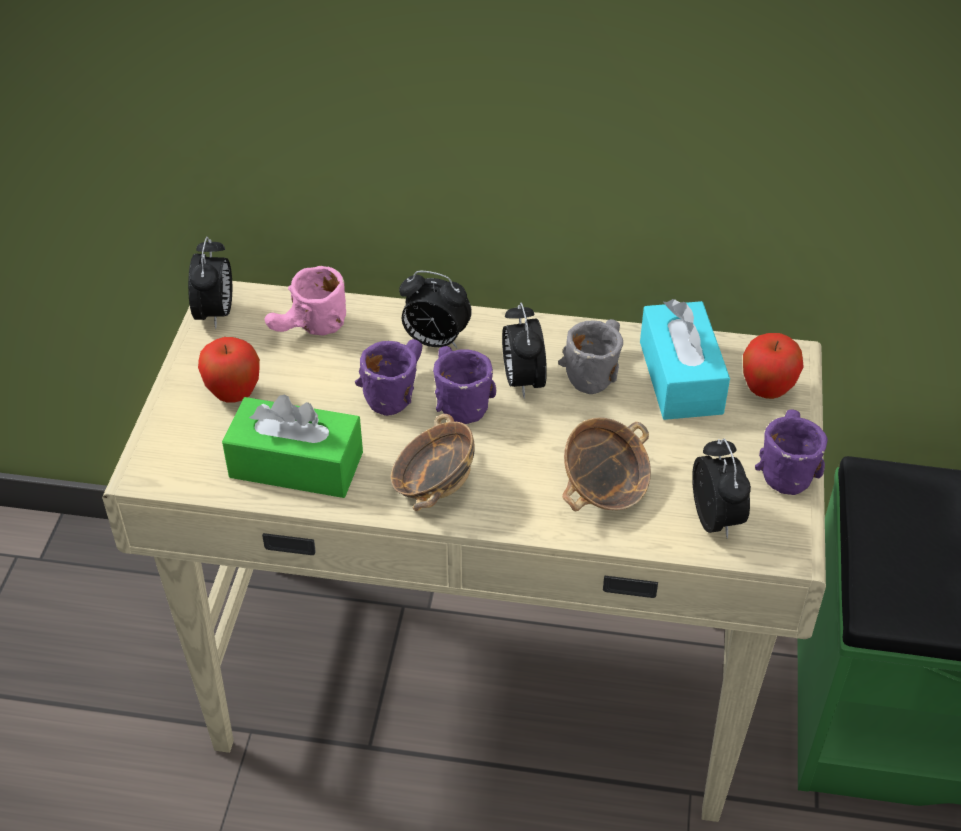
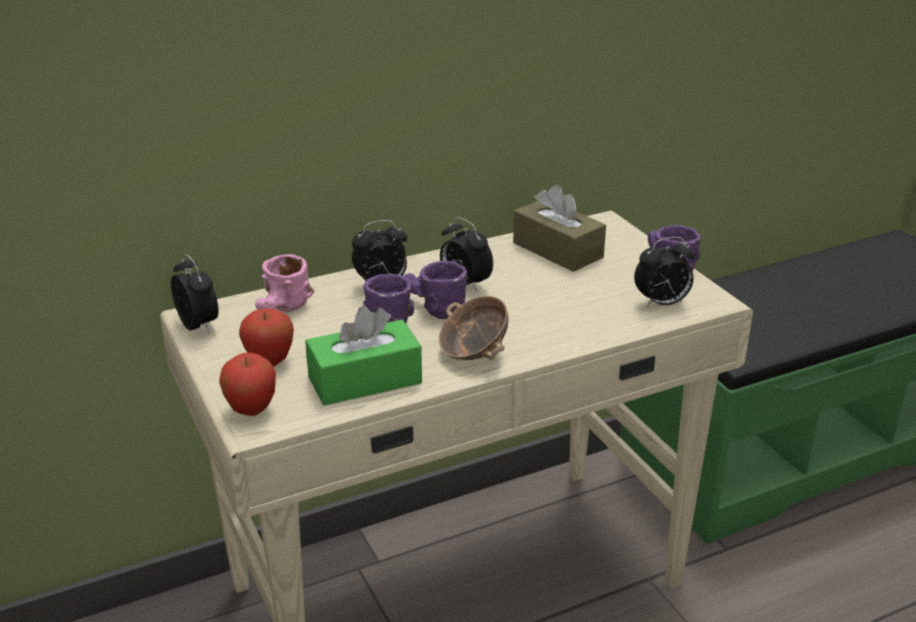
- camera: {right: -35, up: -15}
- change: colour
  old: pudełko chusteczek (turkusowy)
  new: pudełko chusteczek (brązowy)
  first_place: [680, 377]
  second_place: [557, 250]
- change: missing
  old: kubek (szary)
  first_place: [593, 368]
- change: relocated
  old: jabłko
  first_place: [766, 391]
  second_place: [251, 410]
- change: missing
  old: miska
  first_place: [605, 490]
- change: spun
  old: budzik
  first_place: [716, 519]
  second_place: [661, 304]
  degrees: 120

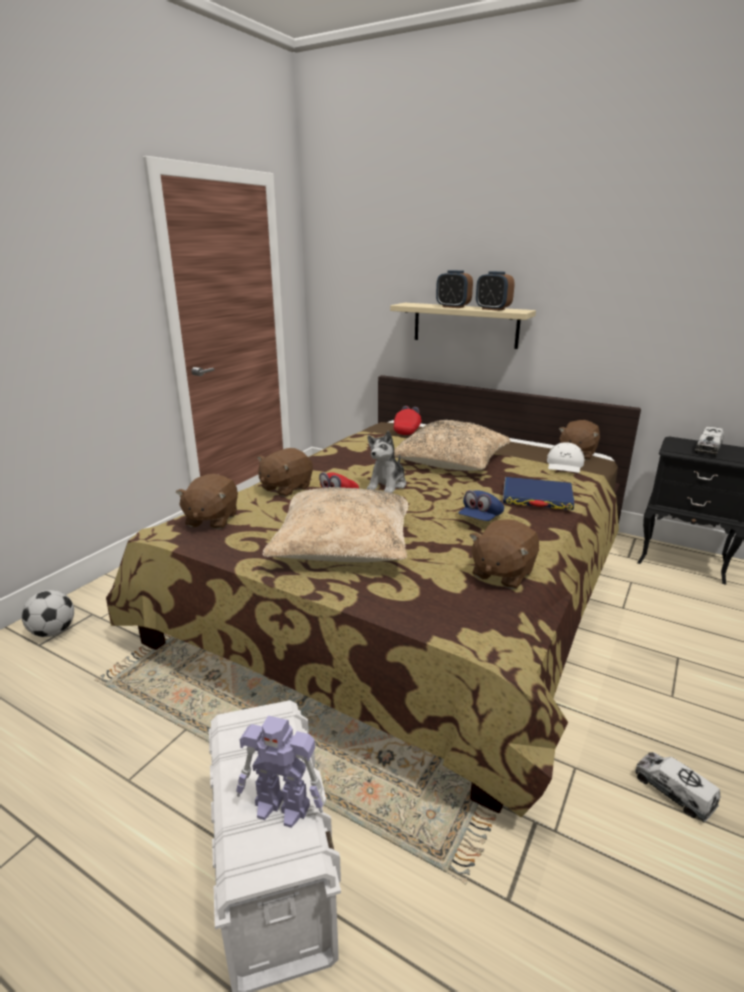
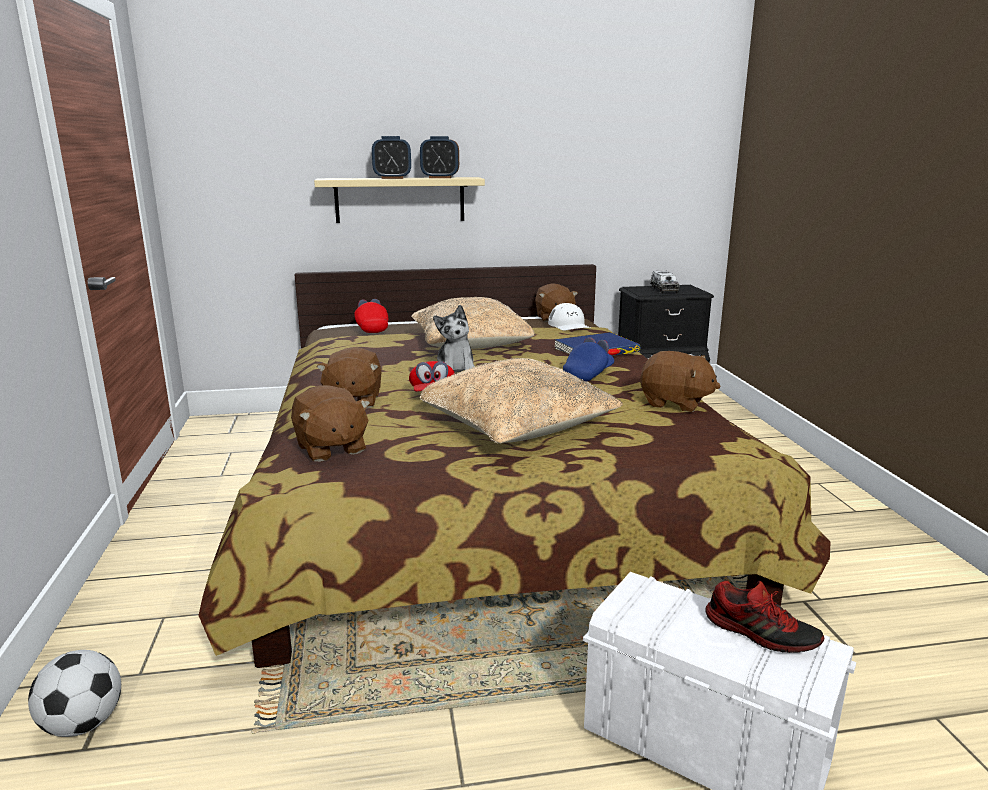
- camera: {right: -40, up: -5}
- change: spun
  old: czapka z daszkiem (niebieski)
  first_place: [480, 519]
  second_place: [588, 375]
  degrees: -135
- change: spun
  old: pluszak (brązowy)
  first_place: [502, 573]
  second_place: [675, 403]
  degrees: -60
- change: exchanged
  old: robot zabawkowy
  new: but
  first_place: [283, 807]
  second_place: [760, 633]
- change: missing
  old: ciężarówka zabawkowa
  first_place: [673, 792]

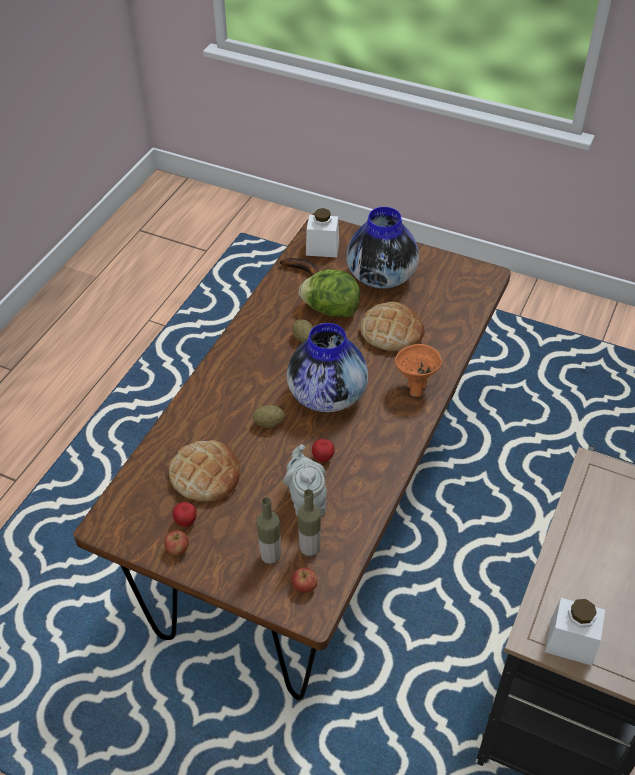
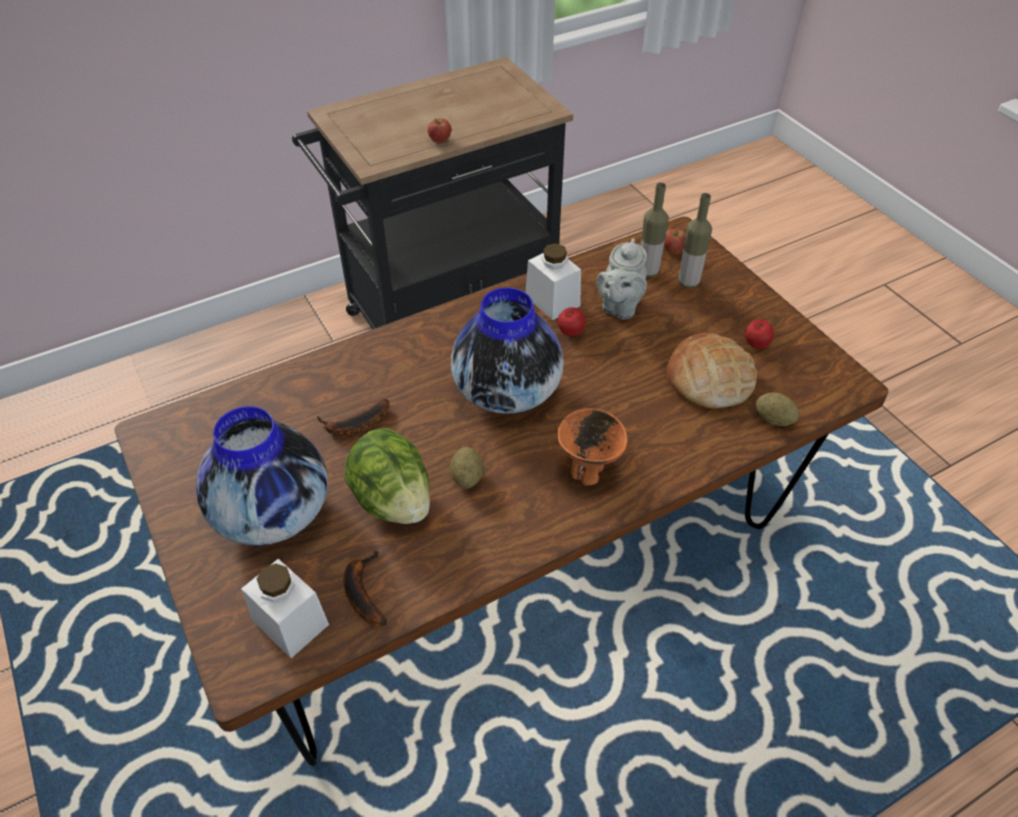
- camera: {right: -145, up: 0}
- change: exchanged
  old: chleb
  new: banan
  first_place: [391, 331]
  second_place: [354, 425]
- change: relocated
  old: miska (pomarańczowy)
  first_place: [416, 387]
  second_place: [588, 472]
- change: relocated
  old: ziemniak
  first_place: [269, 423]
  second_place: [773, 419]
- change: relocated
  old: jabłko
  first_place: [177, 549]
  second_place: [440, 140]
- change: relocated
  old: słoik (biały)
  first_place: [571, 642]
  second_place: [552, 301]

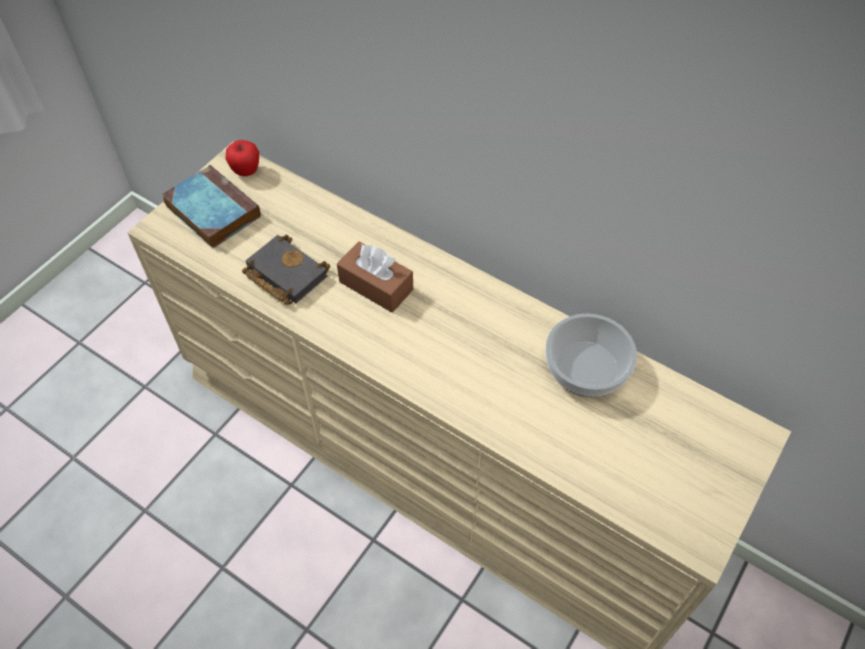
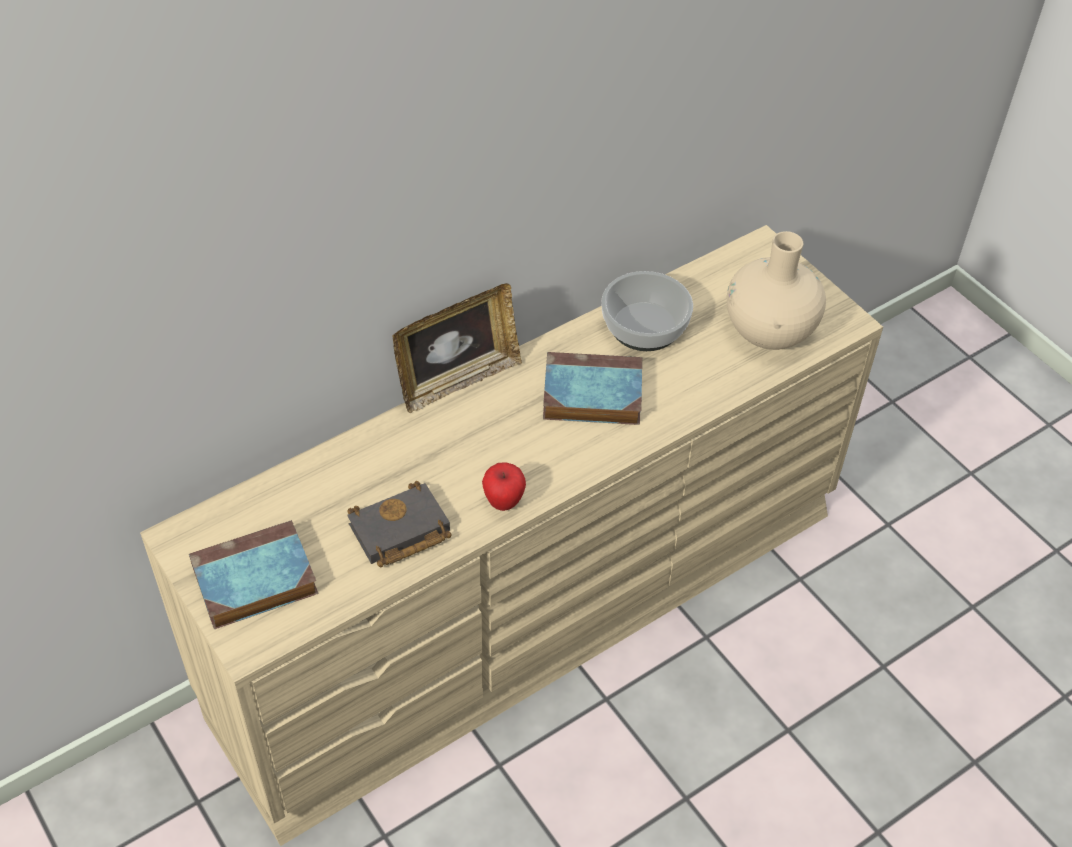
- camera: {right: -70, up: -5}
- change: relocated
  old: jabłko
  first_place: [246, 171]
  second_place: [504, 501]
- change: missing
  old: pudełko chusteczek (brązowy)
  first_place: [376, 285]
- change: appeared
  new: wazon (beżowy)
  second_place: [769, 330]
- change: appeared
  new: ramka na zdjęcie
  second_place: [457, 380]
- change: appeared
  new: książka
  second_place: [590, 395]

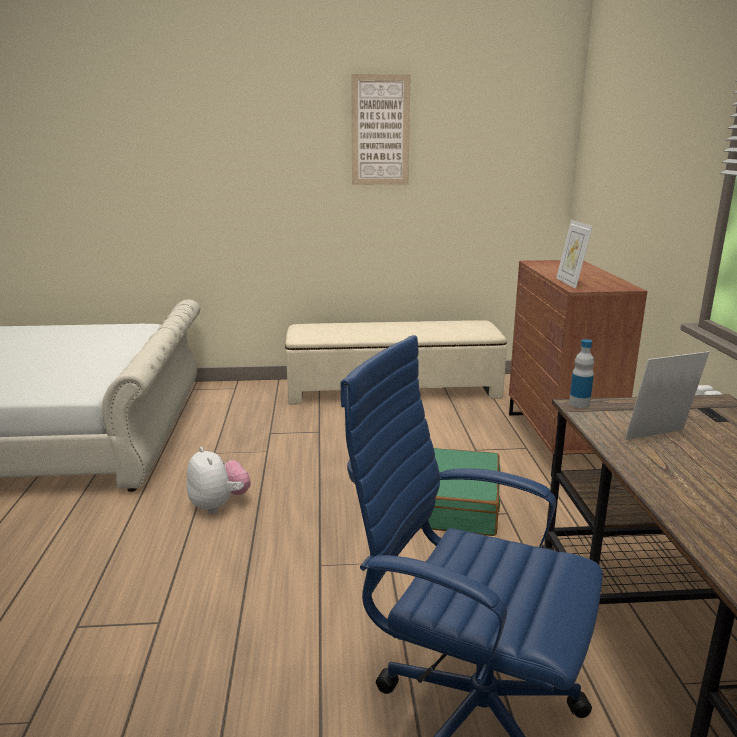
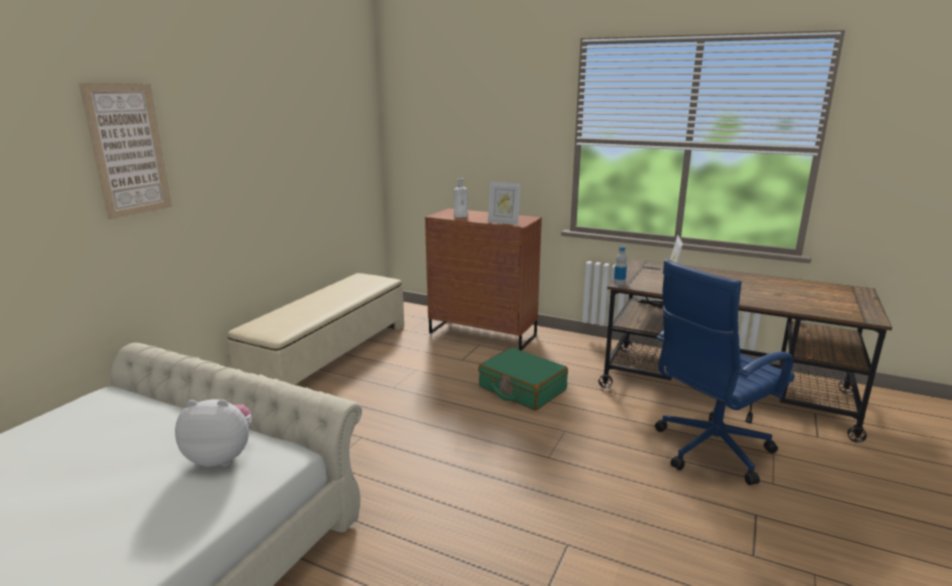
- camera: {right: -60, up: 0}
- change: relocated
  old: obraz
  first_place: [380, 130]
  second_place: [128, 150]
- change: relocated
  old: pluszak
  first_place: [219, 505]
  second_place: [221, 457]
- change: appeared
  new: butelka (biały)
  second_place: [462, 216]

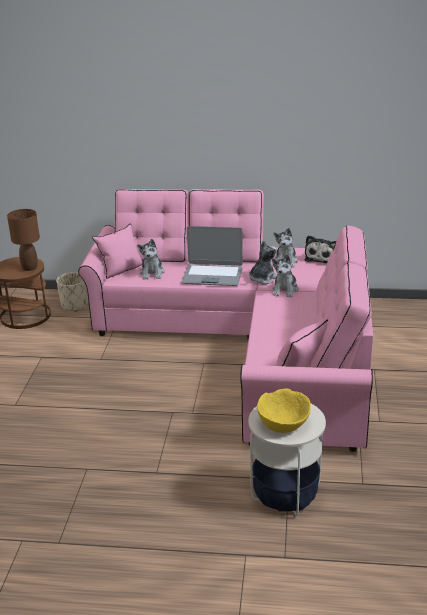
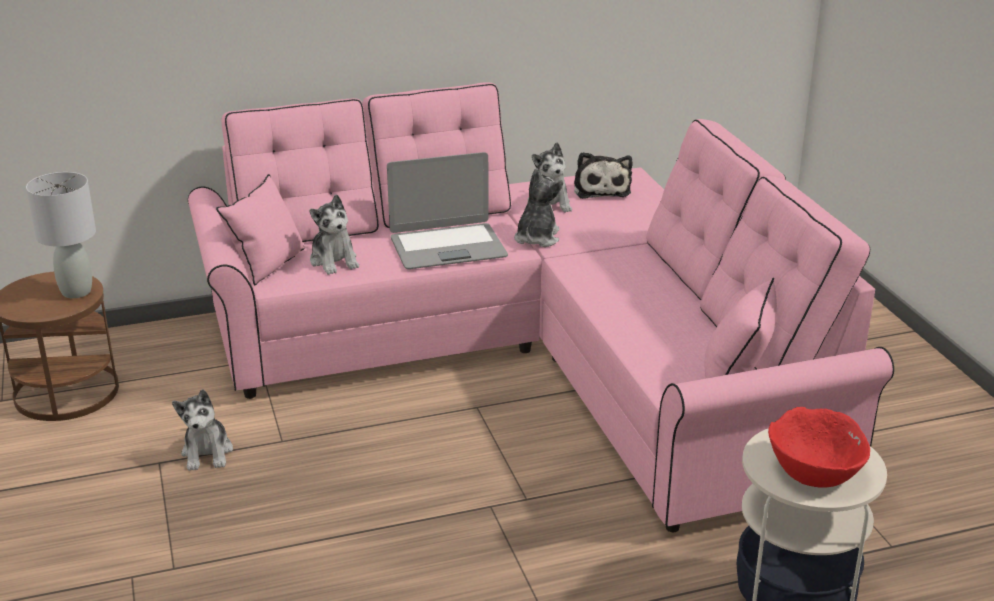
- camera: {right: -25, up: 0}
- change: colour
  old: lampa stołowa (brązowy)
  new: lampa stołowa (szary)
  first_place: [30, 267]
  second_place: [76, 291]
- change: relocated
  old: pluszak
  first_place: [285, 290]
  second_place: [207, 453]
- change: missing
  old: donica (beżowy)
  first_place: [74, 305]
- change: colour
  old: miska (żółty)
  new: miska (czerwony)
  first_place: [283, 423]
  second_place: [815, 470]

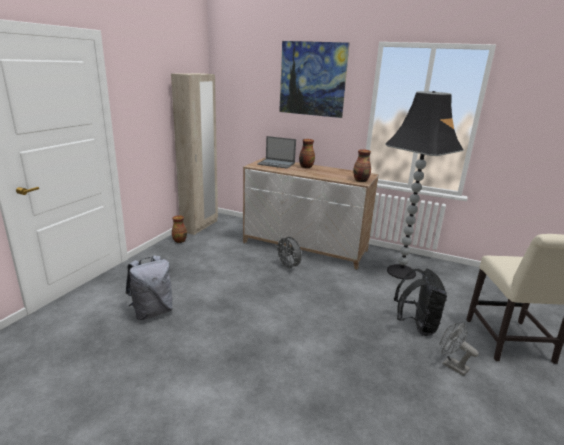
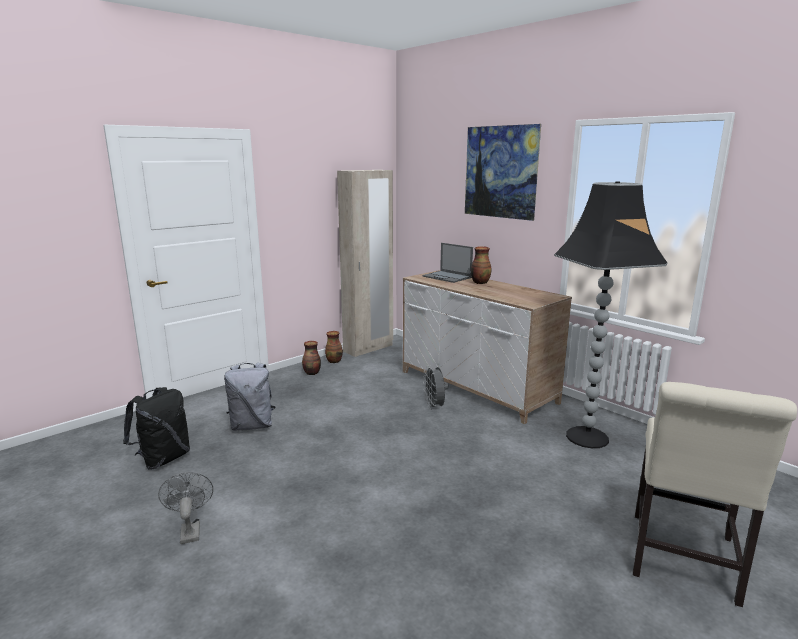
- camera: {right: 25, up: -5}
- change: relocated
  old: wazon
  first_place: [361, 180]
  second_place: [312, 373]
- change: relocated
  old: plecak (czarny)
  first_place: [416, 325]
  second_place: [163, 459]
- change: relocated
  old: wentylator (szary)
  first_place: [451, 365]
  second_place: [190, 530]

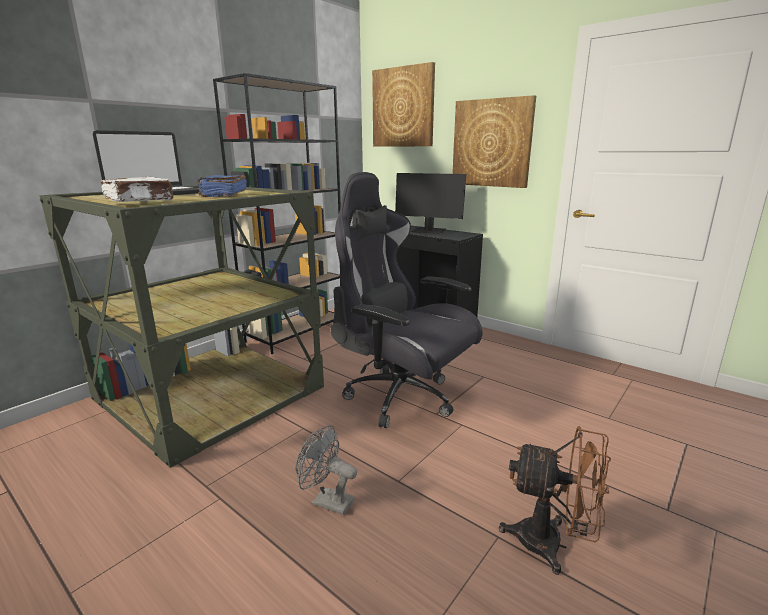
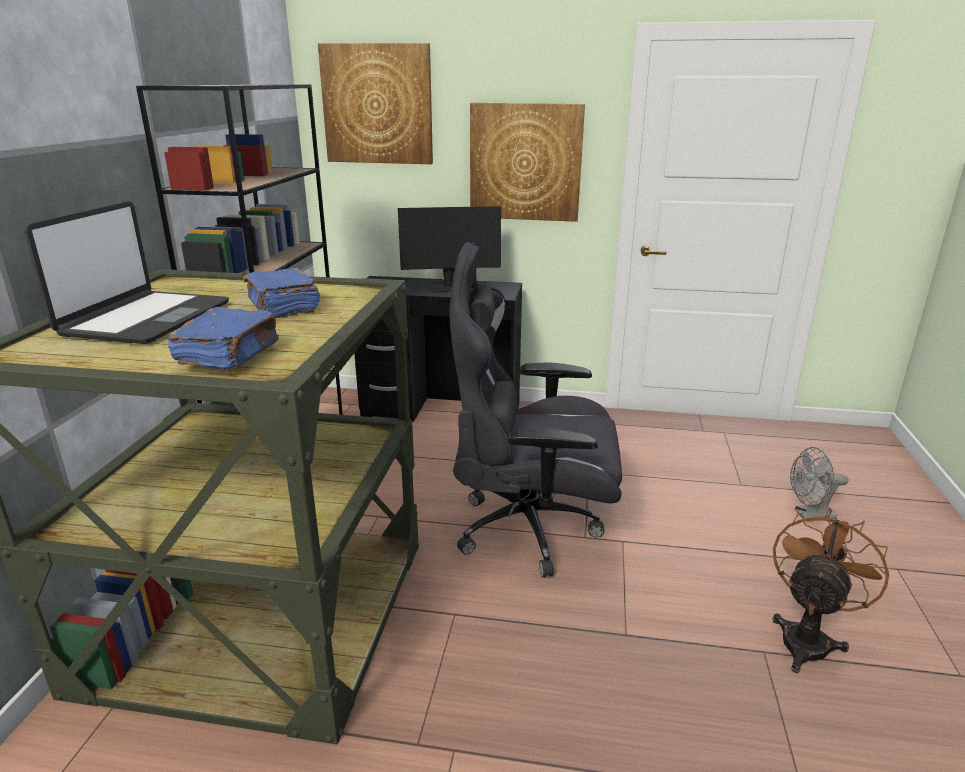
- camera: {right: -30, up: 5}
- change: colour
  old: książka (biały)
  new: książka (niebieski)
  first_place: [141, 201]
  second_place: [230, 355]
- change: relocated
  old: wentylator (szary)
  first_place: [326, 501]
  second_place: [809, 515]
- change: spun
  old: wentylator (brązowy)
  first_place: [551, 544]
  second_place: [808, 638]
  degrees: -45

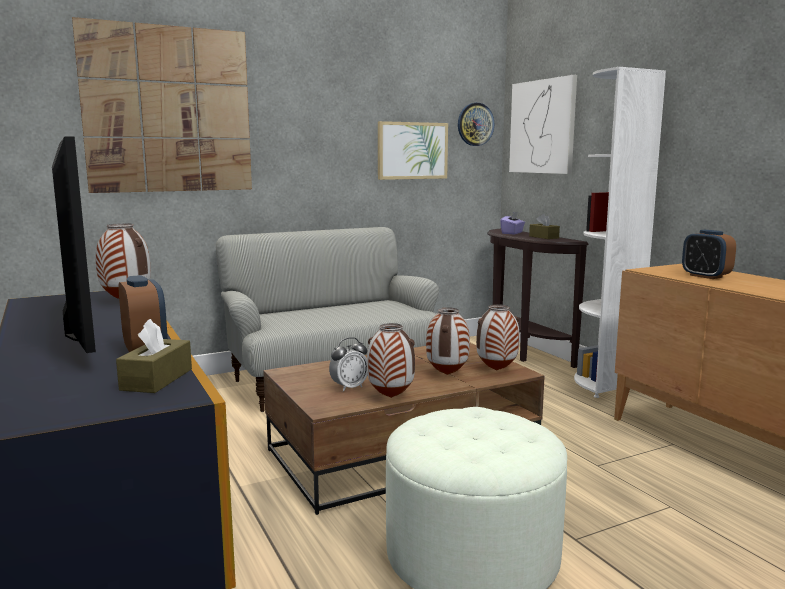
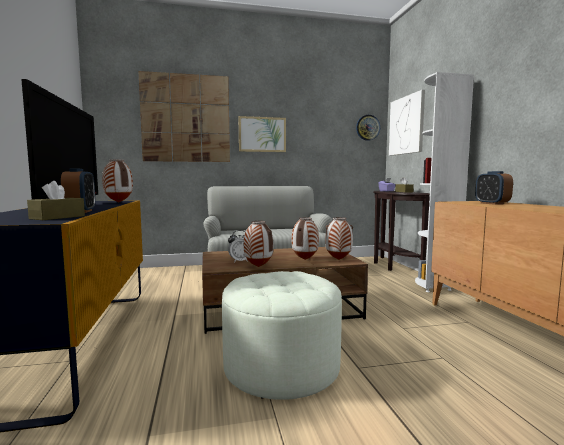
- camera: {right: 15, up: -5}
- change: relocated
  old: obraz
  first_place: [412, 150]
  second_place: [262, 134]

